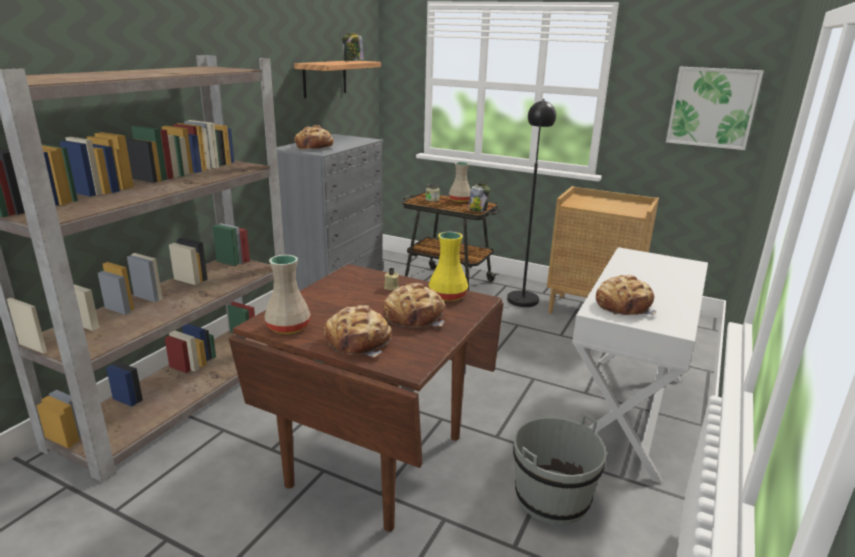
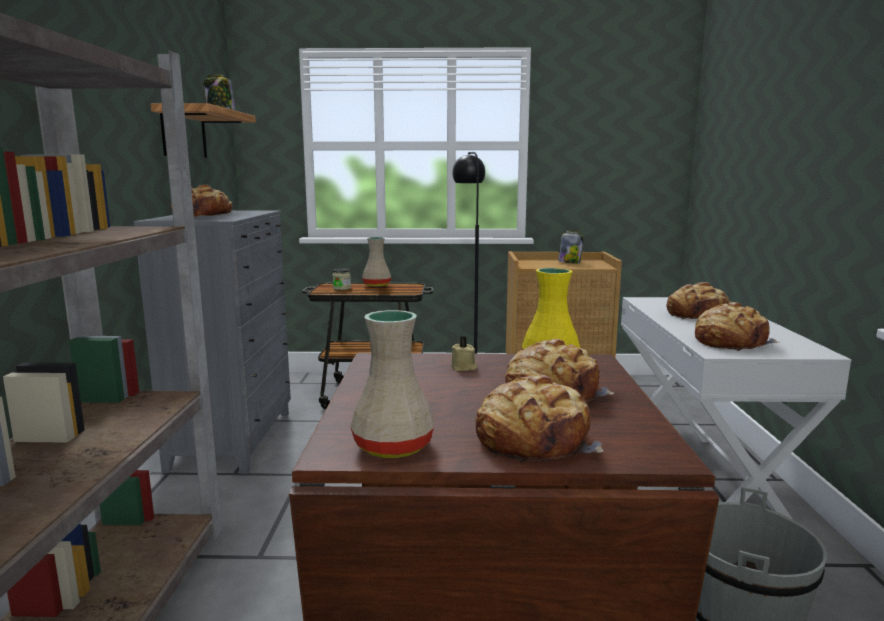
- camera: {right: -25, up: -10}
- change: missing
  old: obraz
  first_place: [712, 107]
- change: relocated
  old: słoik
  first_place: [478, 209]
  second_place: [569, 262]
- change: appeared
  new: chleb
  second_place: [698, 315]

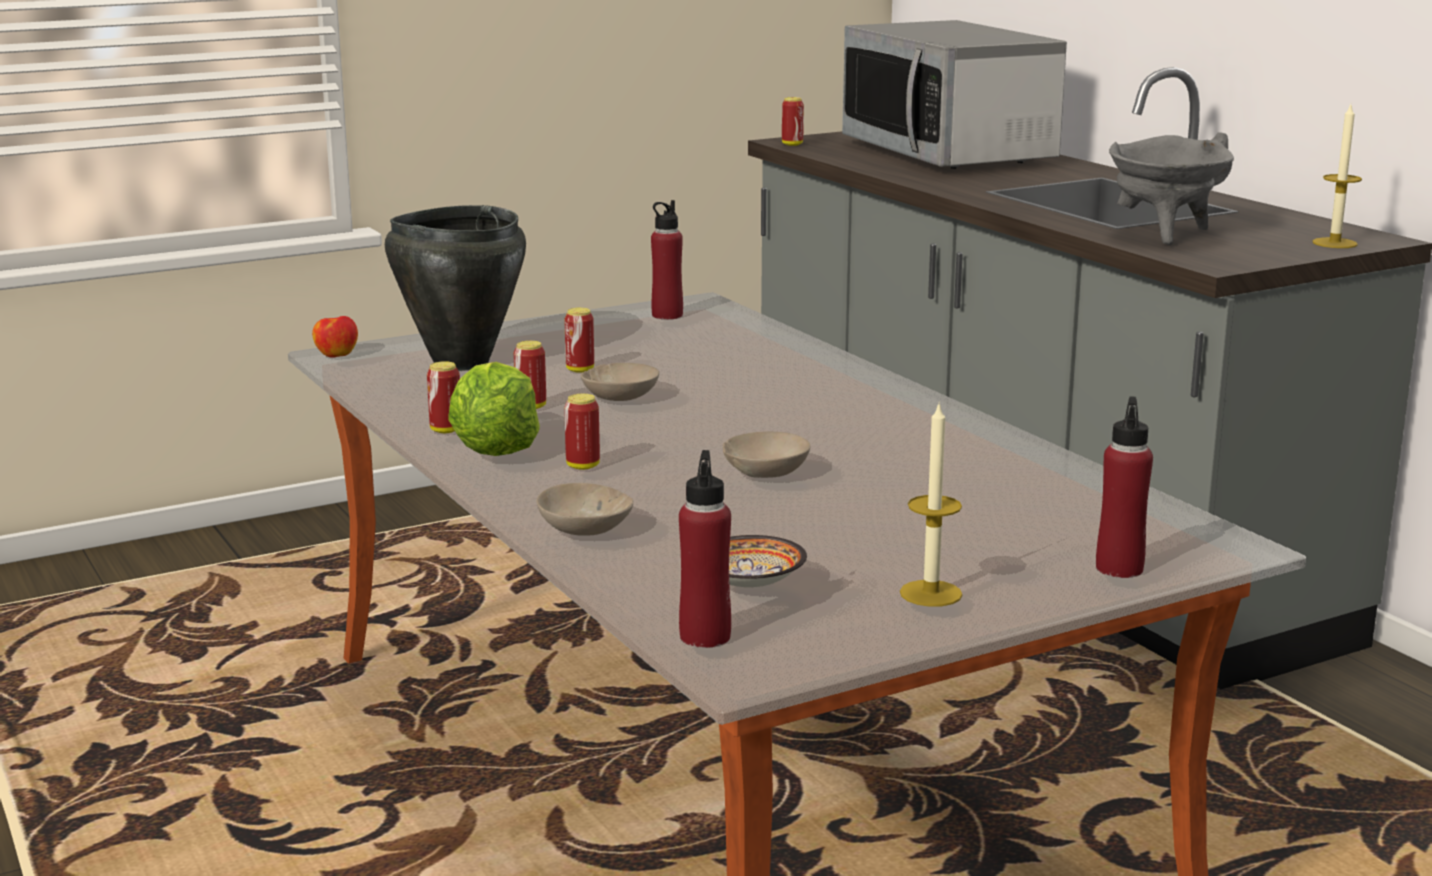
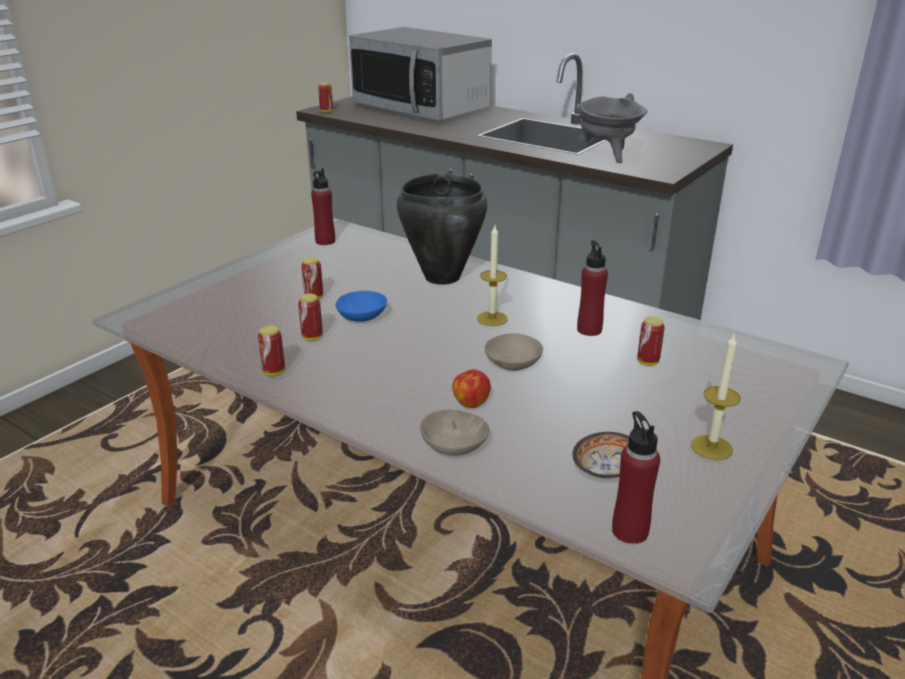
- camera: {right: -25, up: 10}
- change: relocated
  old: świeca
  first_place: [1334, 243]
  second_place: [492, 318]
- change: relocated
  old: garnek (czarny)
  first_place: [459, 363]
  second_place: [441, 277]
- change: relocated
  old: jabłko
  first_place: [336, 355]
  second_place: [470, 403]
- change: missing
  old: sałata
  first_place: [495, 450]
- change: colour
  old: miska (beżowy)
  new: miska (niebieski)
  first_place: [621, 398]
  second_place: [363, 317]
- change: relocated
  old: puszka
  first_place: [583, 466]
  second_place: [647, 362]
- change: relocated
  old: butelka (czerwony)
  first_place: [1119, 568]
  second_place: [589, 330]

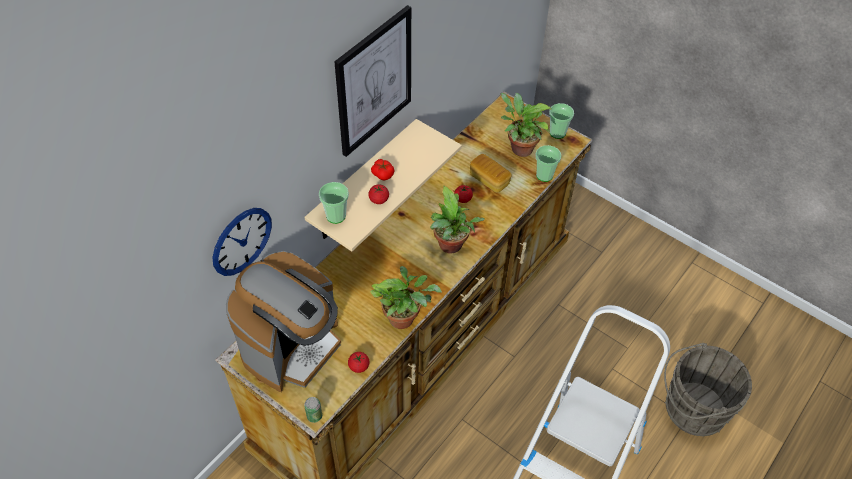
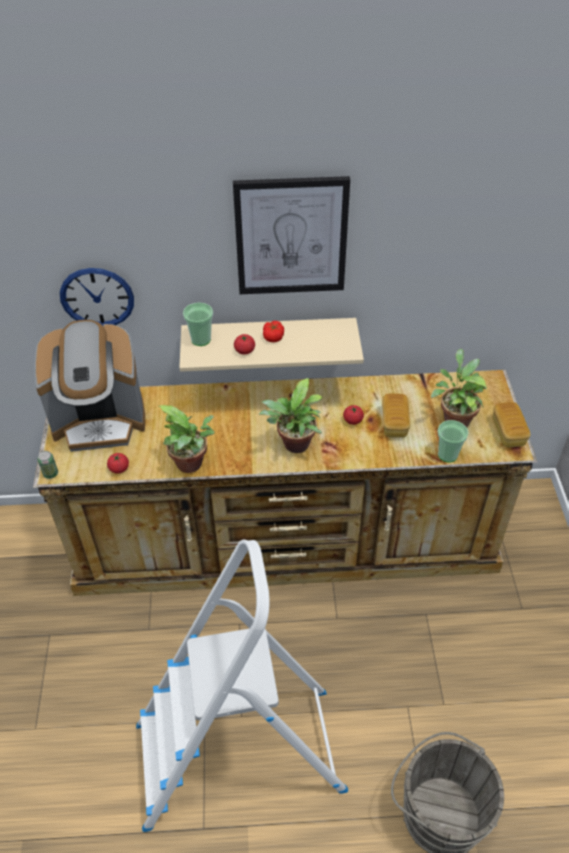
- camera: {right: 50, up: -5}
- change: exchanged
  old: filiżanka
  new: chleb
  first_place: [557, 133]
  second_place: [508, 432]

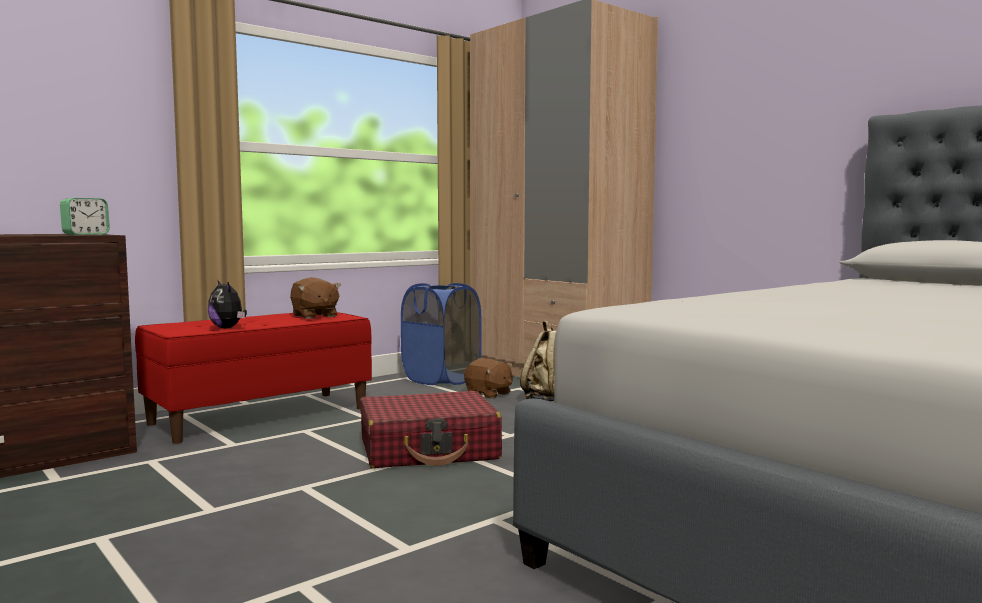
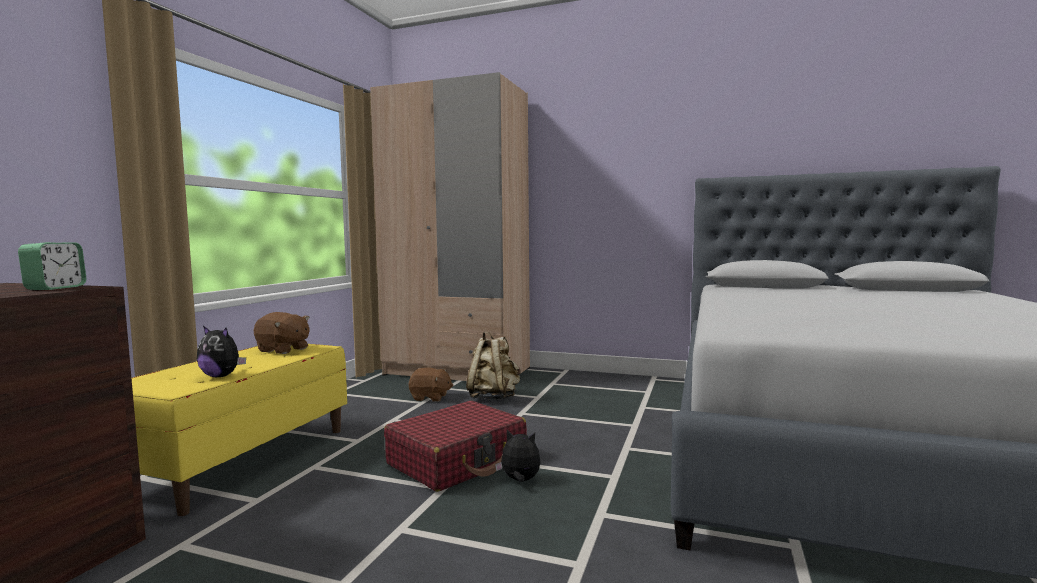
- camera: {right: -30, up: 0}
- change: missing
  old: kosz na pranie (niebieski)
  first_place: [441, 379]
- change: colour
  old: ławka (czerwony)
  new: ławka (żółty)
  first_place: [260, 415]
  second_place: [241, 460]
- change: appeared
  new: pluszak
  second_place: [520, 481]

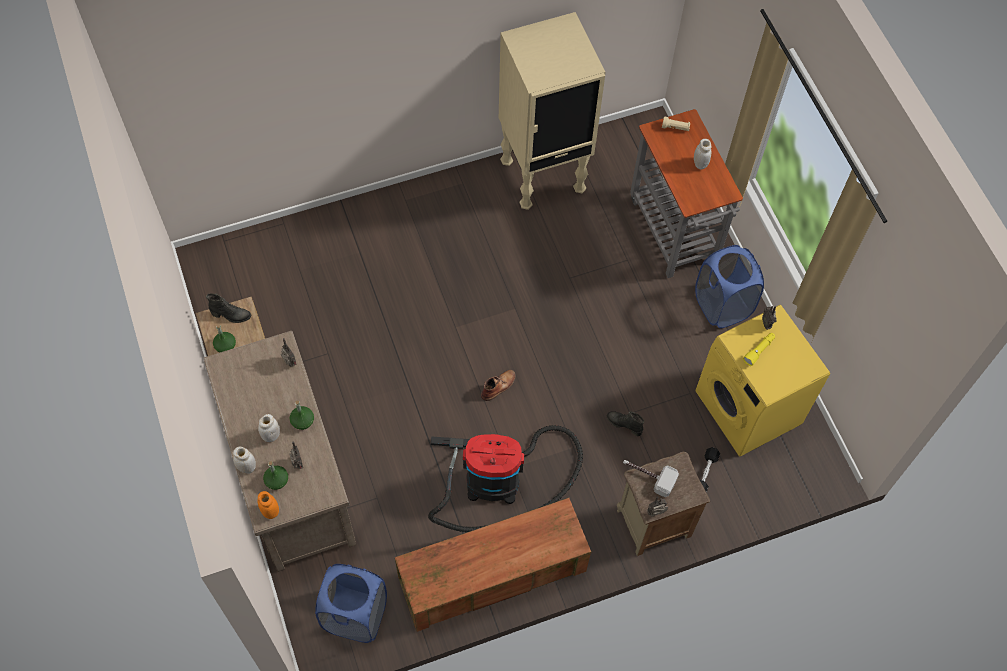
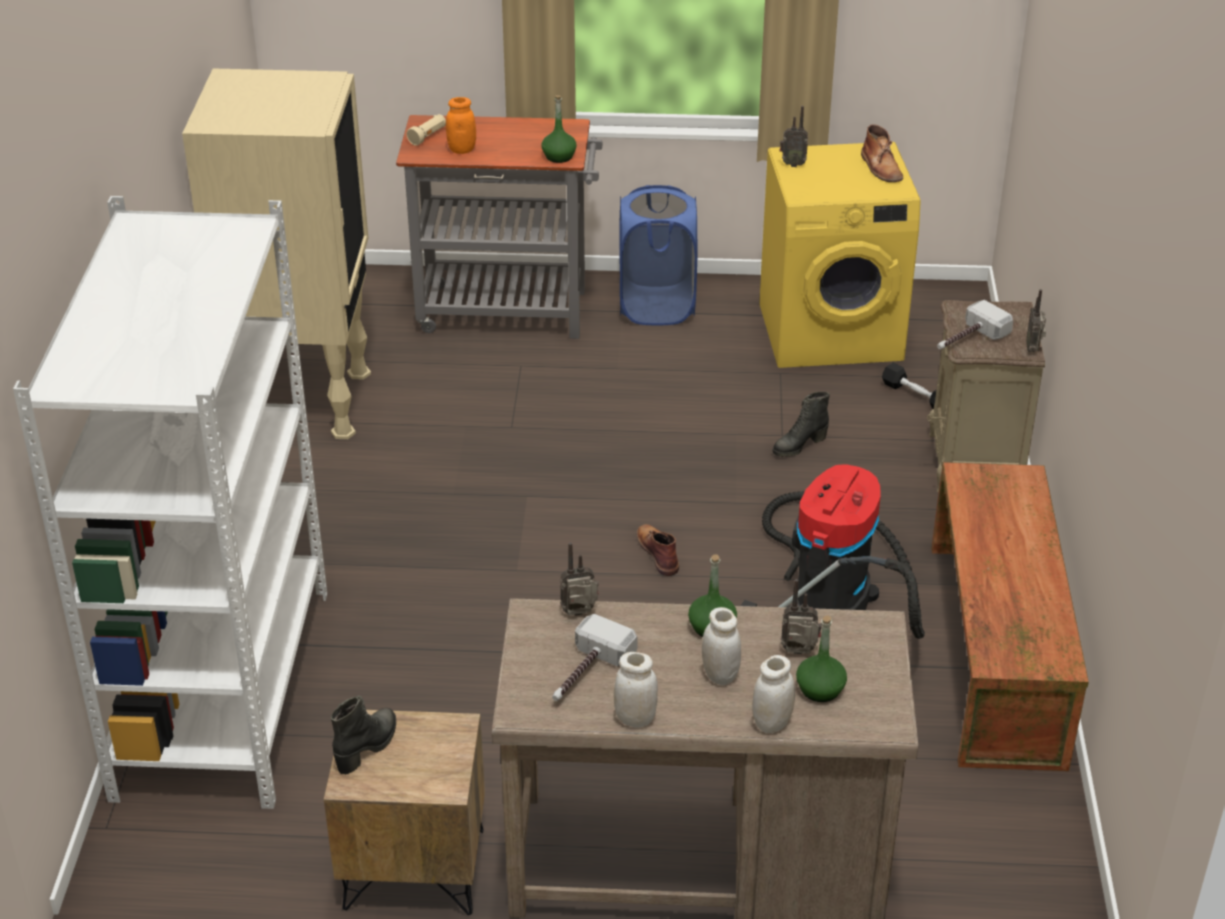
- camera: {right: -65, up: -25}
- change: relocated
  old: słoik (biały)
  first_place: [700, 164]
  second_place: [635, 718]
- change: relocated
  old: butelka (zielony)
  first_place: [225, 346]
  second_place: [559, 156]
- change: missing
  old: latarka (żółty)
  first_place: [759, 350]
- change: relocated
  old: słoik (pomarańczowy)
  first_place: [270, 511]
  second_place: [462, 149]
- change: missing
  old: kosz na pranie (niebieski)
  first_place: [355, 615]
- change: appeared
  new: but z cholewką (brązowy)
  second_place: [881, 168]
- change: appeared
  new: regał (biały)
  second_place: [224, 691]
- change: appeared
  new: młotek
  second_place: [585, 673]

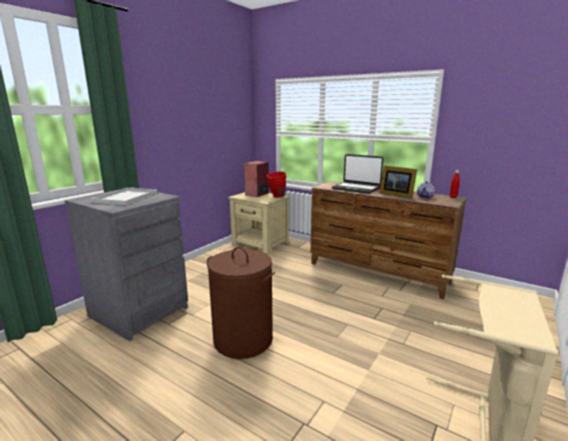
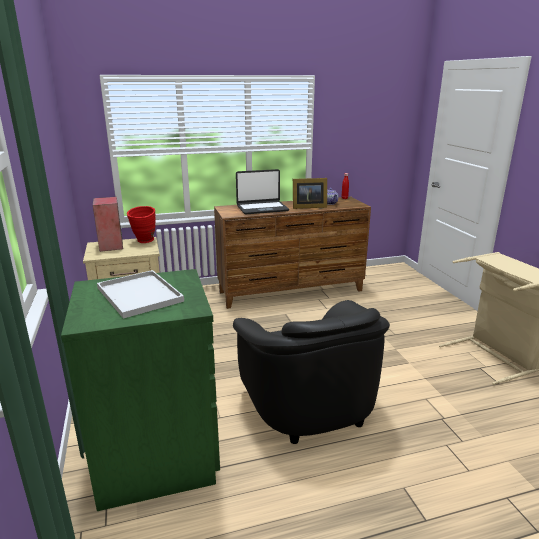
- camera: {right: -50, up: 5}
- change: colour
  old: komoda (szary)
  new: komoda (zielony)
  first_place: [140, 311]
  second_place: [156, 456]
- change: exchanged
  old: kosz na pranie (brązowy)
  new: fotel (czarny)
  first_place: [242, 340]
  second_place: [307, 403]

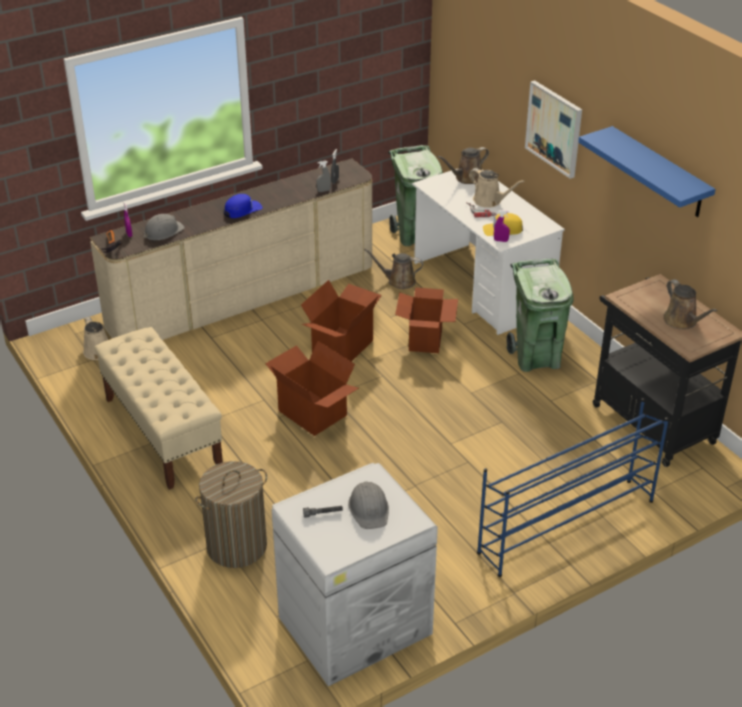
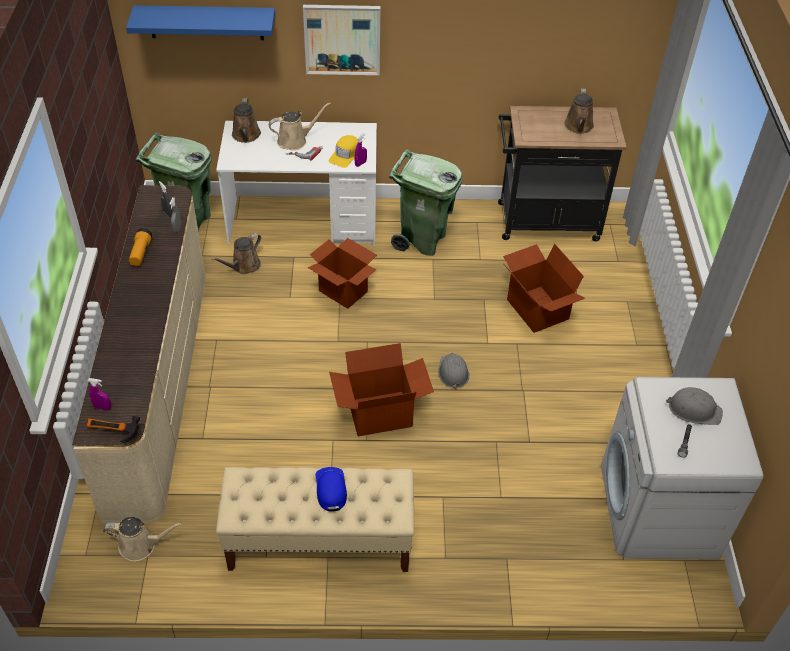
- camera: {right: -60, up: 10}
- change: relocated
  old: półka (niebieski)
  first_place: [659, 173]
  second_place: [206, 22]
- change: relocated
  old: czapka z daszkiem (niebieski)
  first_place: [242, 210]
  second_place: [331, 489]
- change: relocated
  old: kask (szary)
  first_place: [163, 231]
  second_place: [453, 372]
- change: spun
  old: konewka (brązowy)
  first_place: [682, 321]
  second_place: [579, 127]
  degrees: 90
- change: relocated
  old: karton
  first_place: [341, 346]
  second_place: [536, 309]
- change: missing
  old: regał na buty (niebieski)
  first_place: [565, 526]
- change: missing
  old: kosz na pranie
  first_place: [236, 546]
- change: appeared
  new: latarka
  second_place: [141, 253]

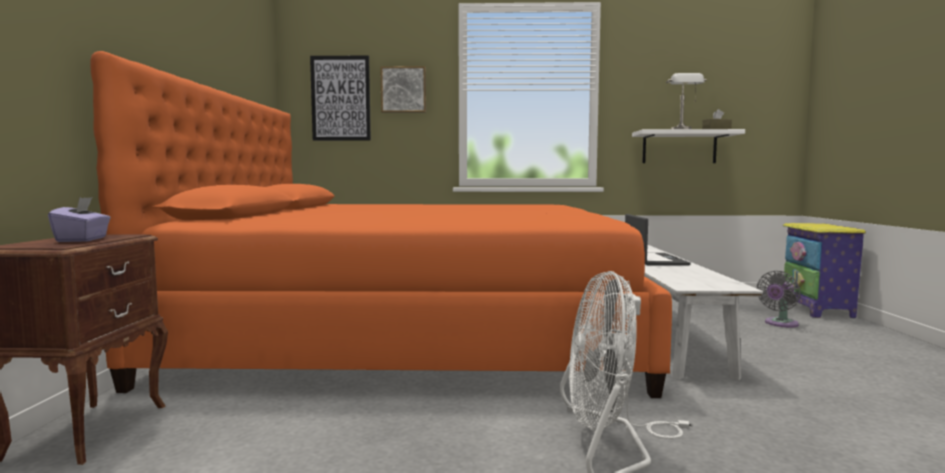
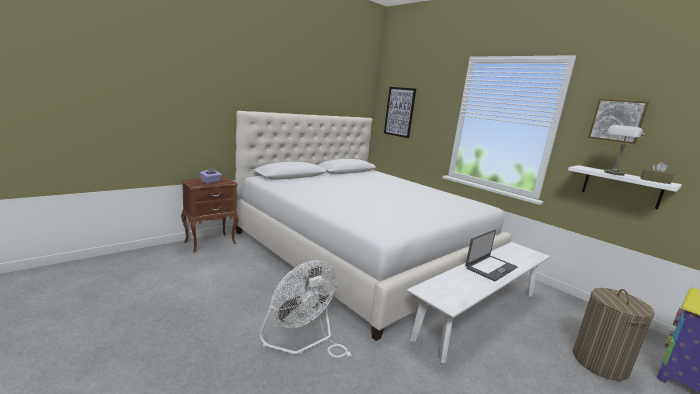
- camera: {right: 45, up: 10}
- change: colour
  old: łóżko (pomarańczowy)
  new: łóżko (biały)
  first_place: [414, 331]
  second_place: [362, 251]
- change: relocated
  old: obraz
  first_place: [403, 90]
  second_place: [617, 120]
- change: exchanged
  old: wentylator (szary)
  new: kosz na pranie
  first_place: [779, 324]
  second_place: [600, 362]

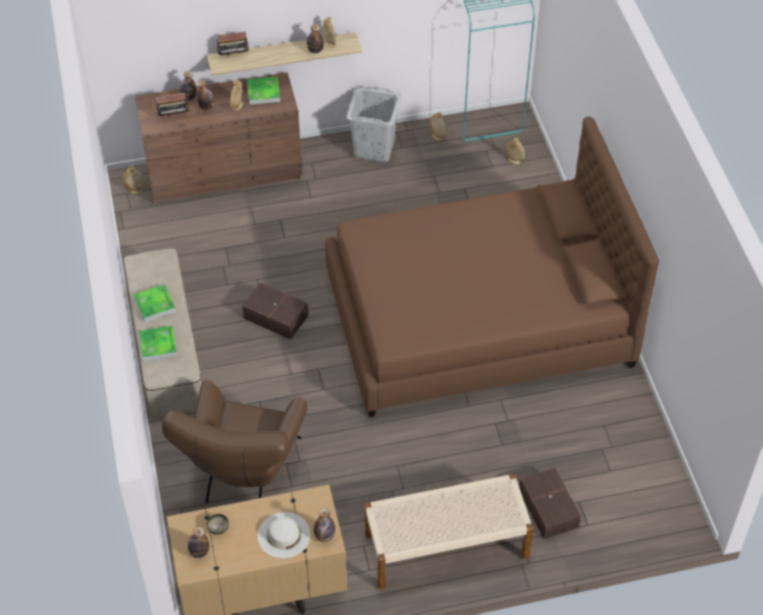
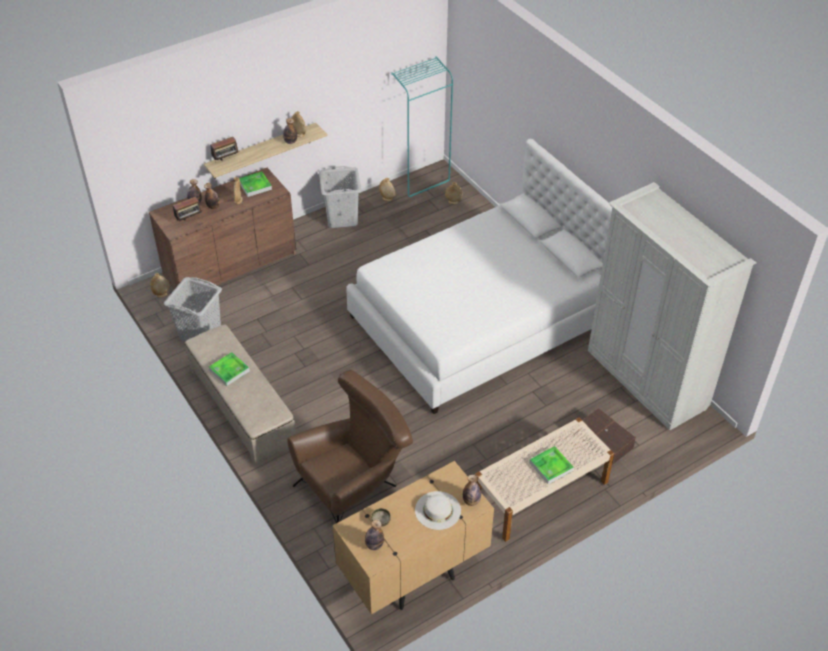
- camera: {right: -20, up: -5}
- change: colour
  old: łóżko (brązowy)
  new: łóżko (biały)
  first_place: [478, 319]
  second_place: [482, 319]
- change: missing
  old: pojemnik do przechowywania (brązowy)
  first_place: [276, 316]
- change: relocated
  old: taca
  first_place: [158, 345]
  second_place: [551, 466]
- change: spun
  old: fotel (brązowy)
  first_place: [244, 474]
  second_place: [354, 486]
  degrees: -120
- change: appeared
  new: szafa (biały)
  second_place: [647, 379]
- change: appeared
  new: kosz na pranie (szary)
  second_place: [200, 333]

